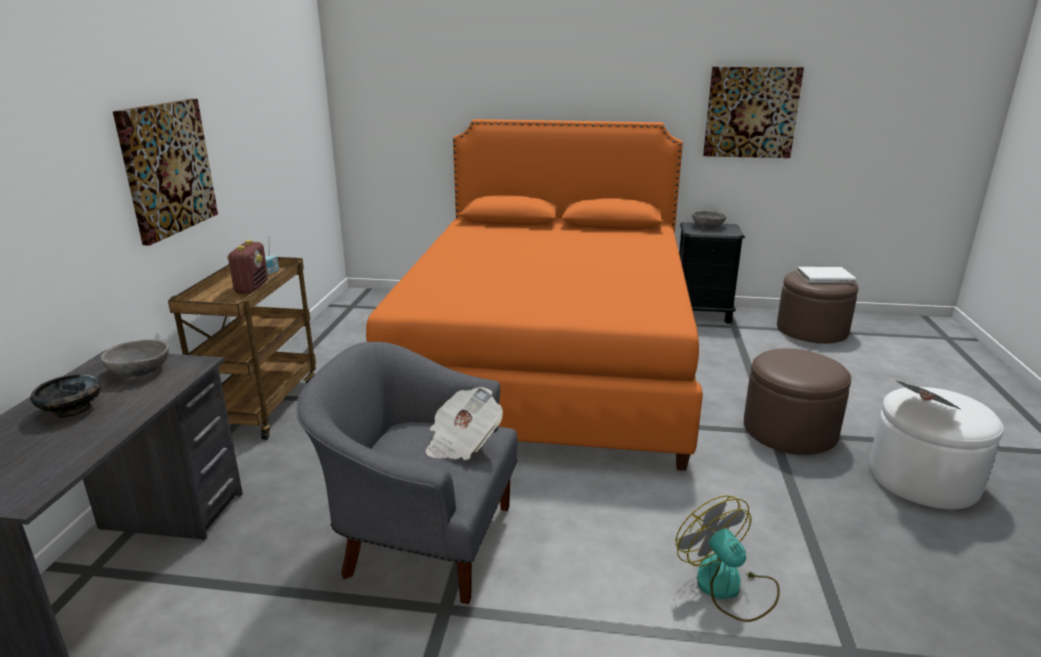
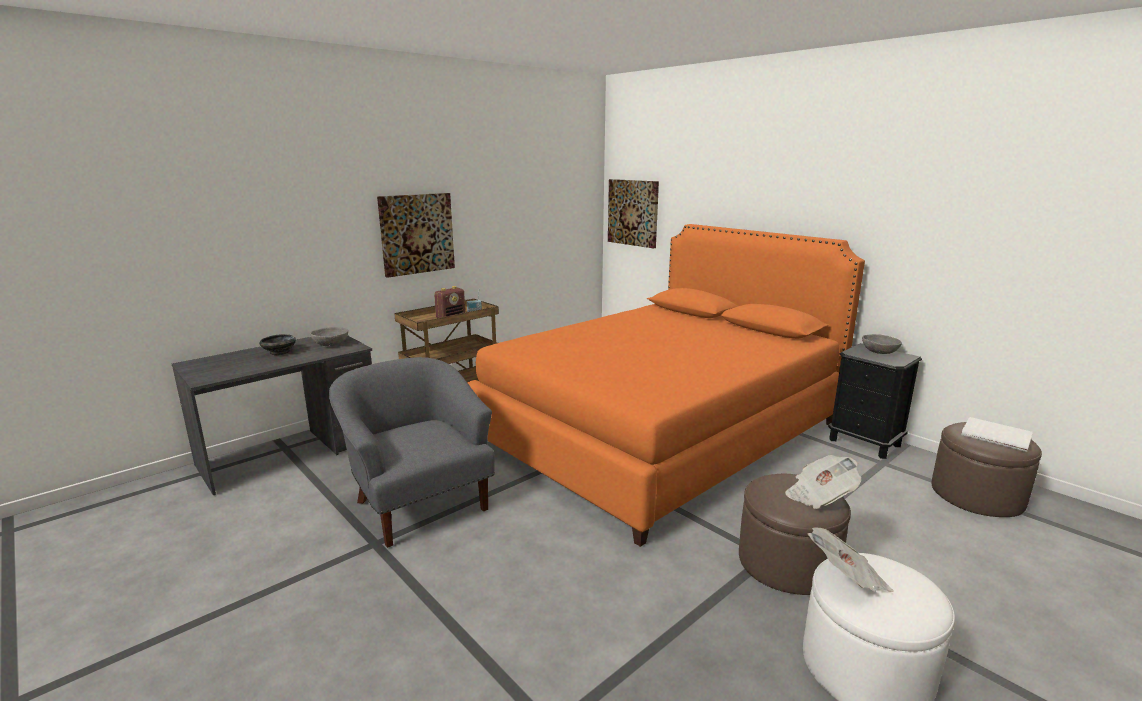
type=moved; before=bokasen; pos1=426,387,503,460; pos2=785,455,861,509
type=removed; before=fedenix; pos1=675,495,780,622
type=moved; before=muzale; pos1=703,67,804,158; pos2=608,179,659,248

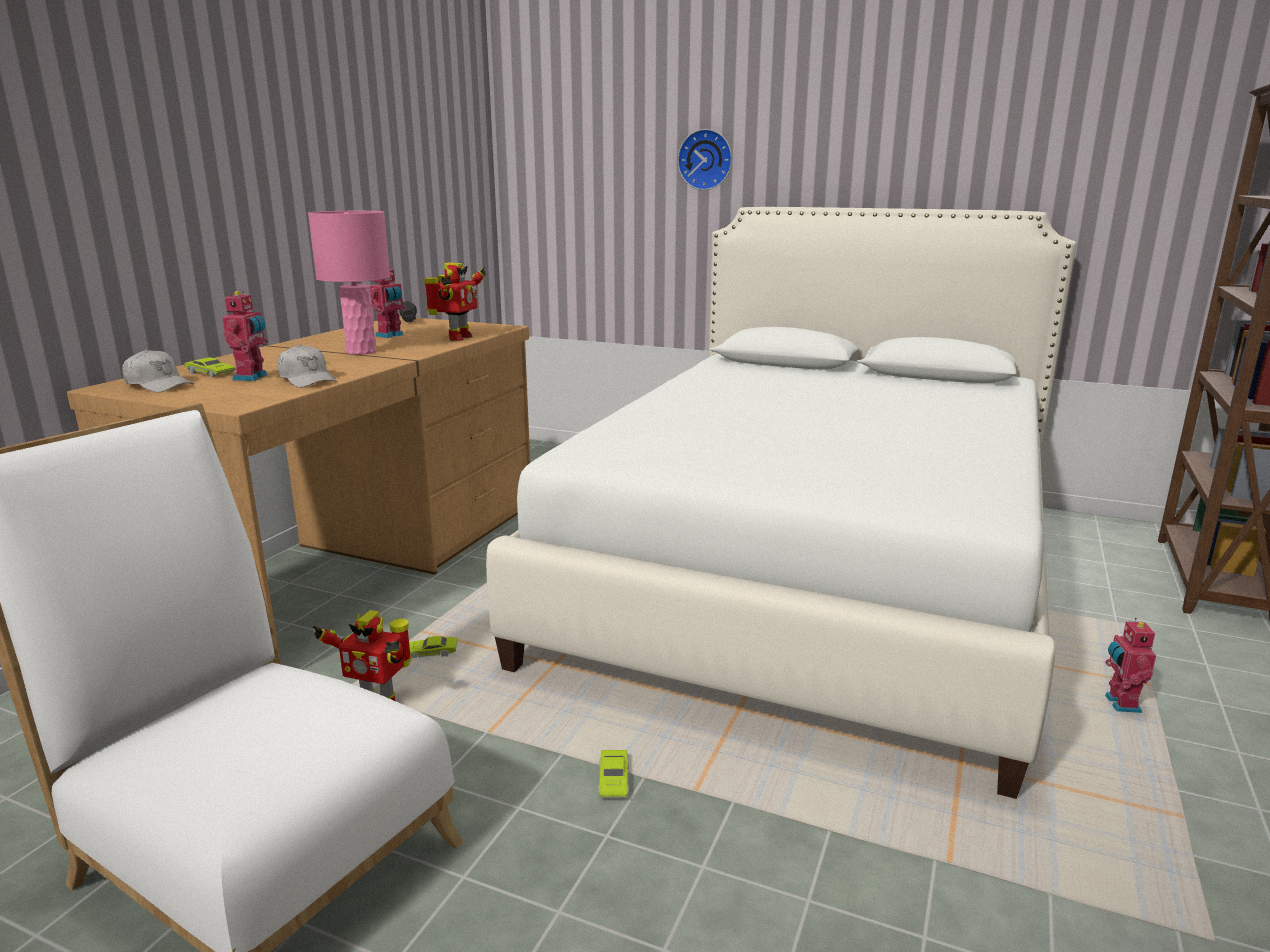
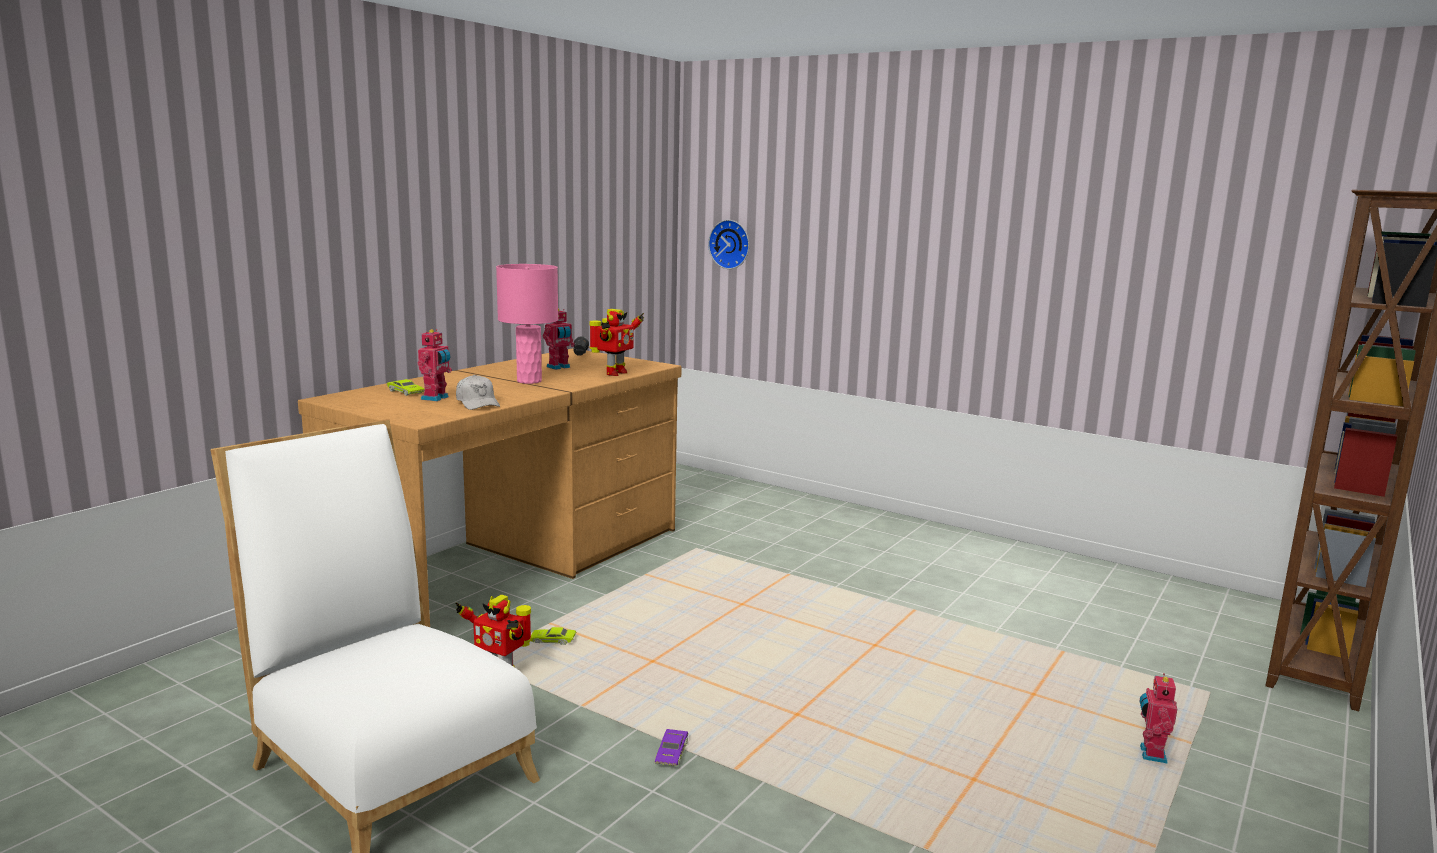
type=removed; before=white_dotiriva; pos1=122,349,194,393
type=removed; before=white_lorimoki; pos1=486,207,1077,799
type=recoloured; before=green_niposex; after=purple_niposex; pos1=598,750,629,798; pos2=654,729,688,766
type=moved; before=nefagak; pos1=677,129,732,190; pos2=708,220,749,269

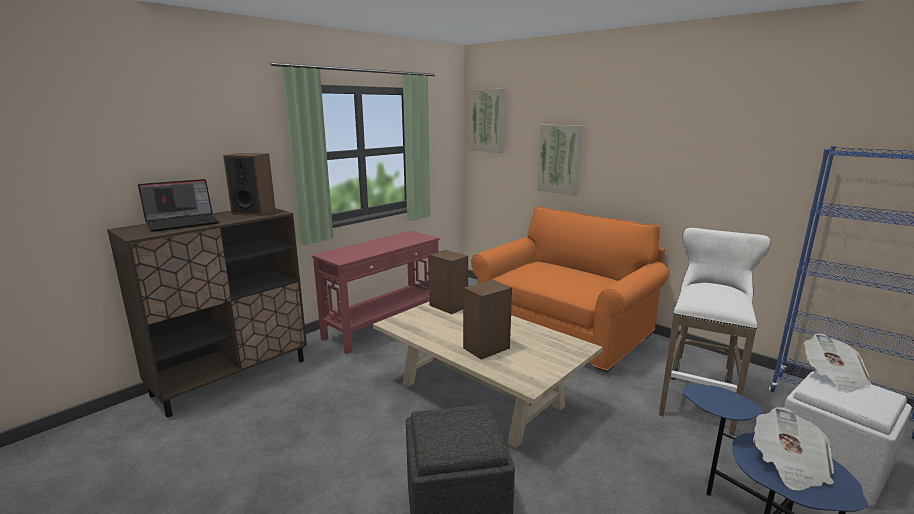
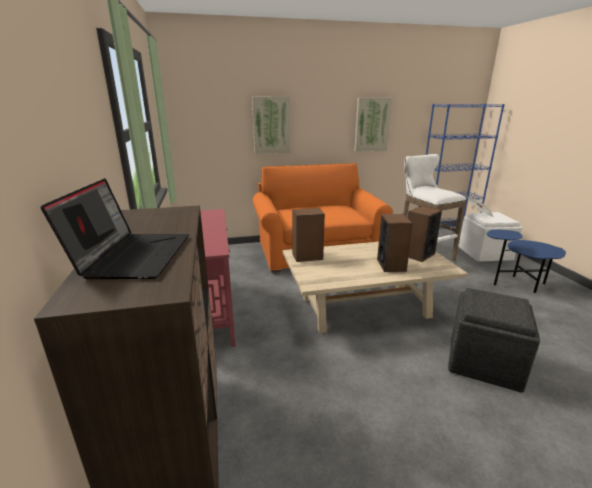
type=moved; before=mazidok; pos1=223,153,276,216; pos2=408,206,442,262
type=moved; before=muzale; pos1=470,89,506,153; pos2=355,98,392,152
type=removed; before=bokasen; pos1=753,407,834,490

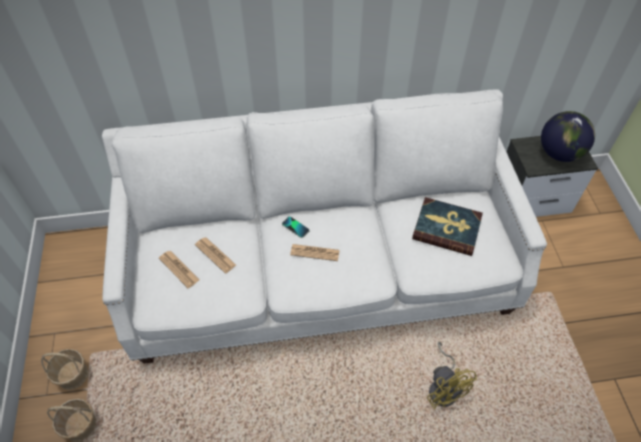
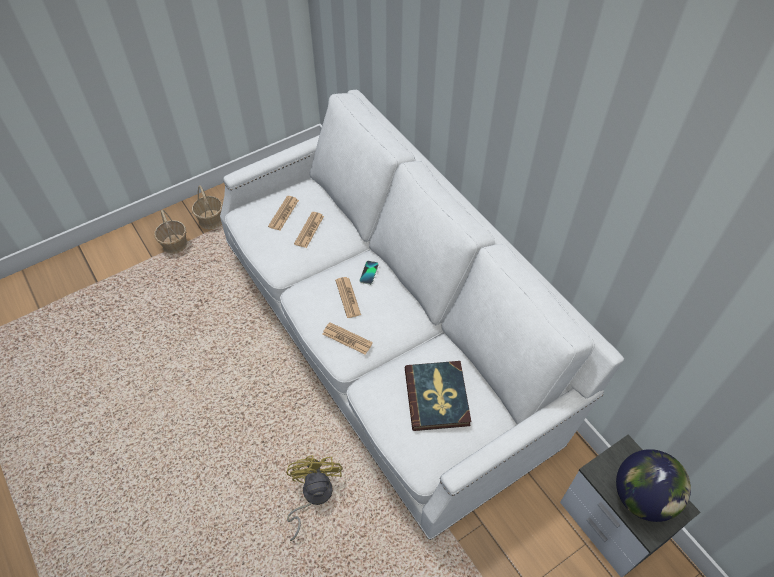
type=turned; before=yellow_fedenix; pos1=427,342,477,409; pos2=286,455,343,541; turn=135
type=added; after=bokasen; pos2=323,322,373,355

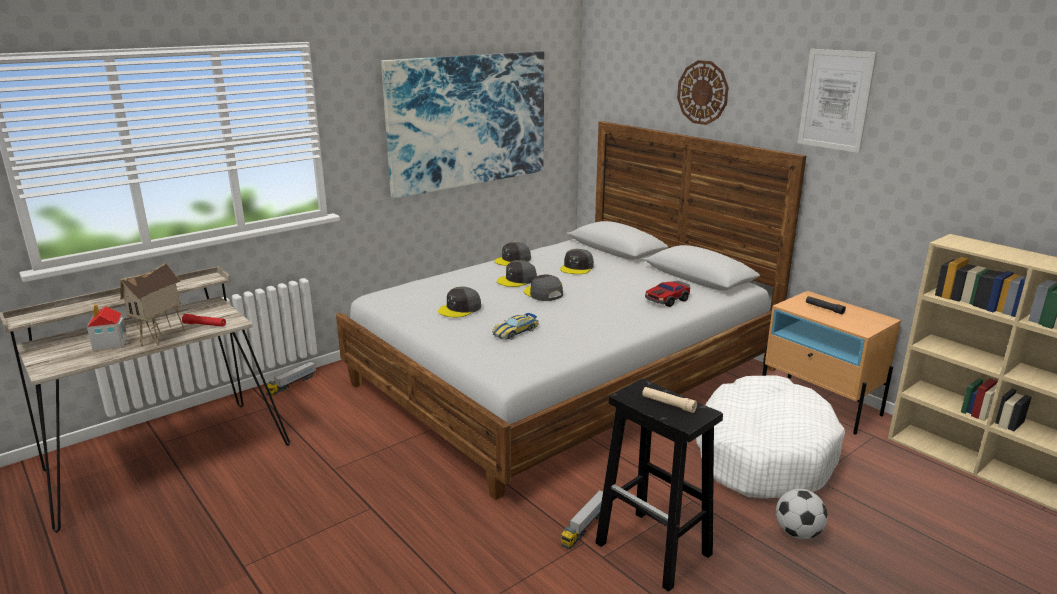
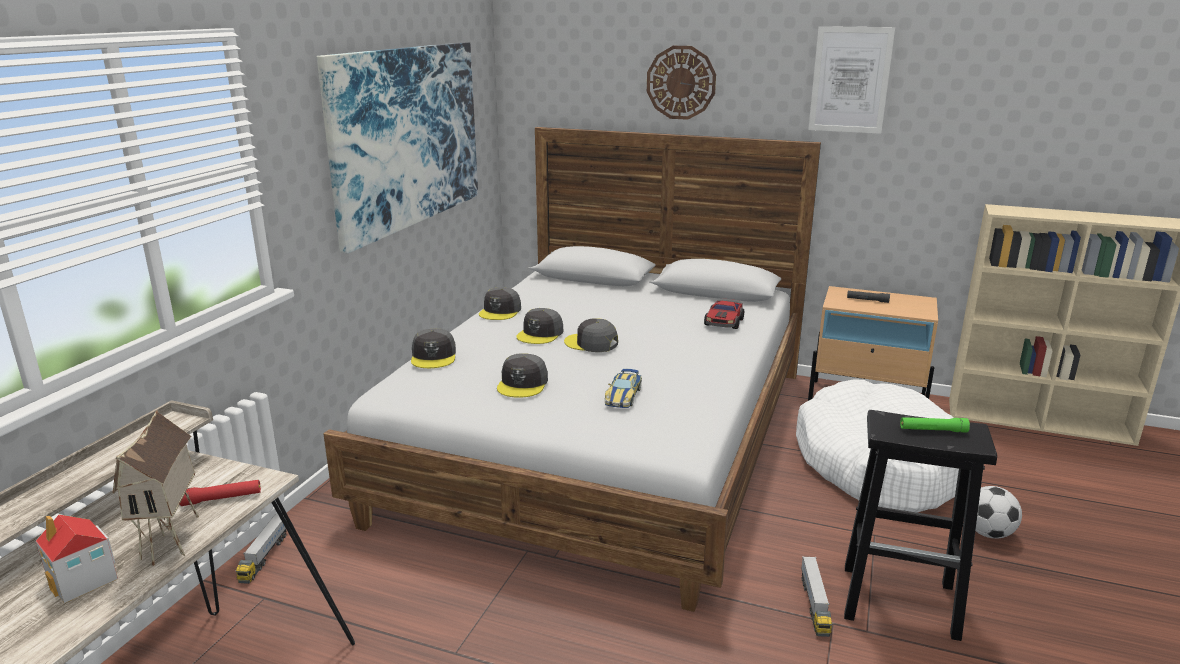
type=moved; before=grey_dotiriva; pos1=560,249,594,274; pos2=411,329,456,368
type=recoloured; before=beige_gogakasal; after=green_gogakasal; pos1=642,387,697,413; pos2=900,417,970,433

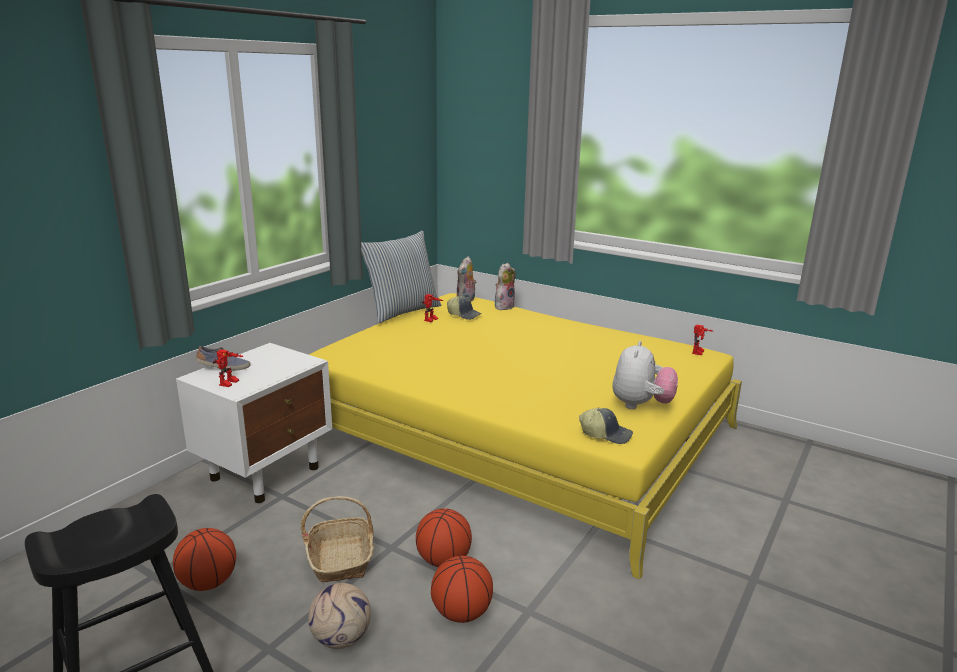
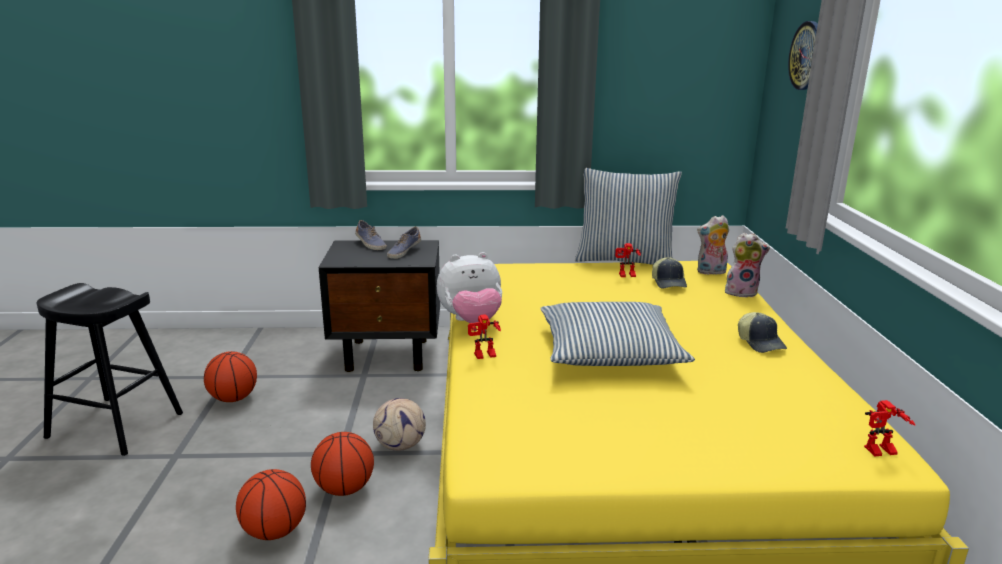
type=recoloured; before=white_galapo; after=black_galapo; pos1=176,343,332,503; pos2=319,240,440,372
type=moved; before=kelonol; pos1=213,350,244,387; pos2=468,314,501,359
type=removed; before=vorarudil; pos1=301,496,374,583
type=moved; before=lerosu; pos1=308,583,371,649; pos2=373,398,426,451
type=moved; before=dotiriva; pos1=579,408,633,444; pos2=738,312,787,353
type=moved; before=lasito; pos1=612,341,678,409; pos2=437,252,502,323
type=added; after=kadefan; pos2=387,227,421,259
type=added; after=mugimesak; pos2=541,302,695,366
type=added; after=nefagak; pos2=788,21,818,90

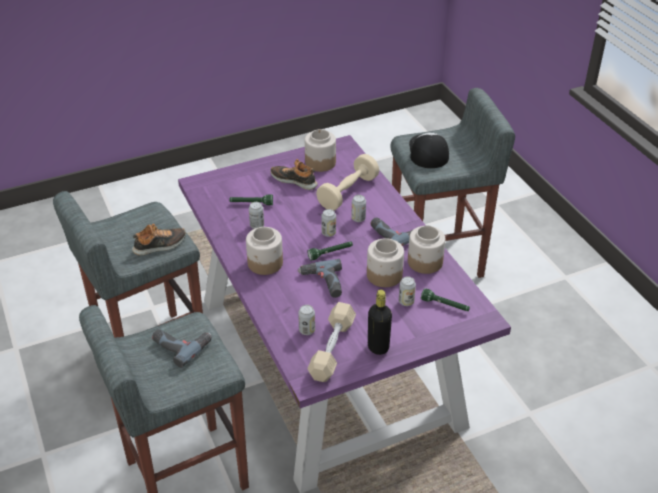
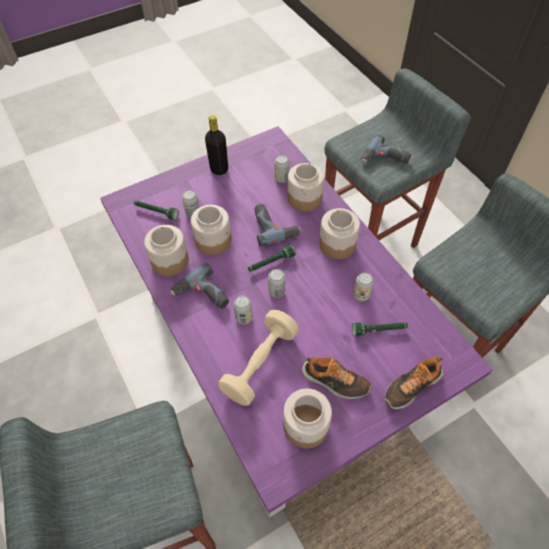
type=moved; before=kadefan; pos1=132,224,186,256; pos2=385,357,443,409
type=removed; before=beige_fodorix; pos1=307,302,356,382
type=removed; before=dotiriva; pos1=409,133,449,168
type=added; after=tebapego; pos2=288,163,324,212

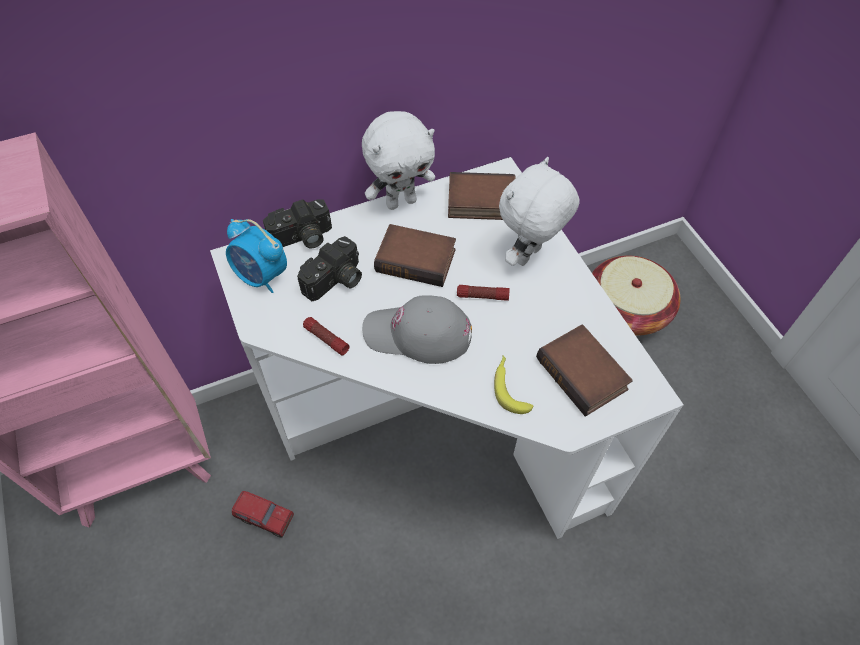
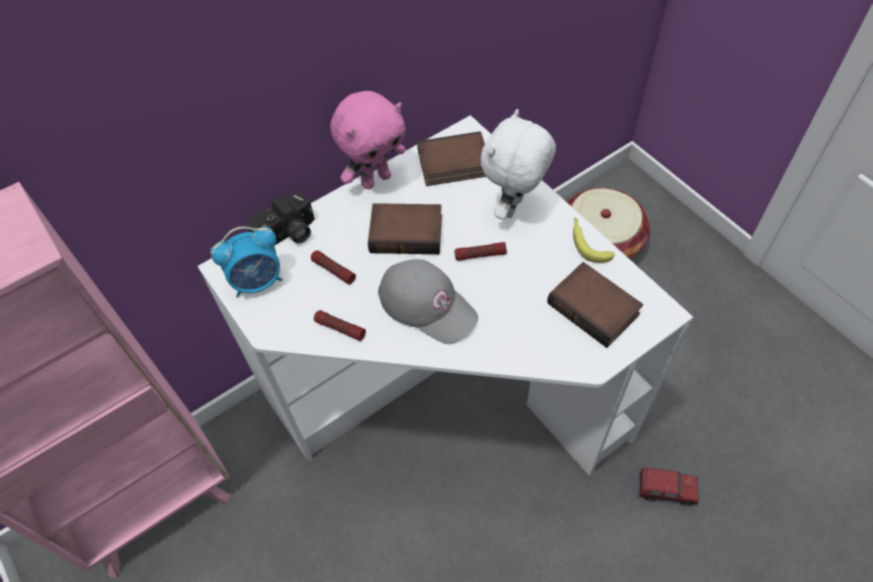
type=turned; before=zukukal; pos1=226,219,287,293; pos2=210,227,283,298; turn=-45
type=moved; before=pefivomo; pos1=232,491,294,538; pos2=639,468,699,506
type=replaced; before=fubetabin; after=gogakasal; pos1=297,236,362,301; pos2=311,250,356,285
type=recoloured; before=white_lasito; after=pink_lasito; pos1=362,111,435,210; pos2=330,91,406,189
type=turned; before=grey_dotiriva; pos1=362,295,472,364; pos2=378,259,478,344; turn=-135
type=moved; before=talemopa; pos1=494,355,533,414; pos2=573,217,615,263

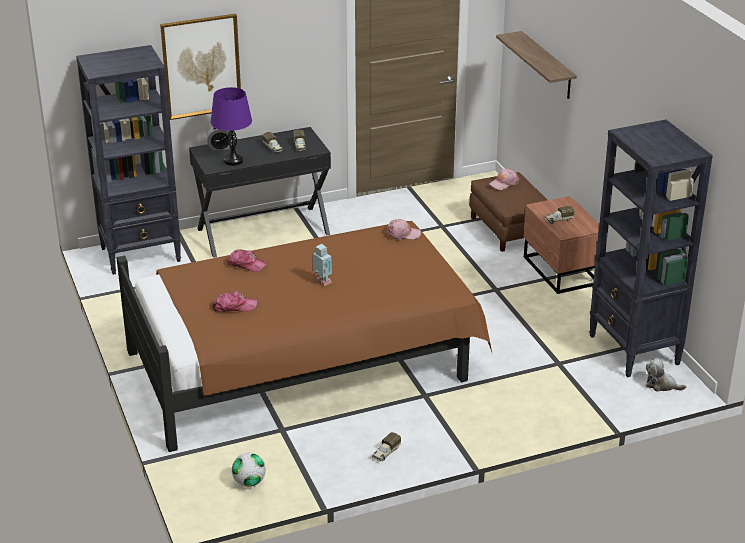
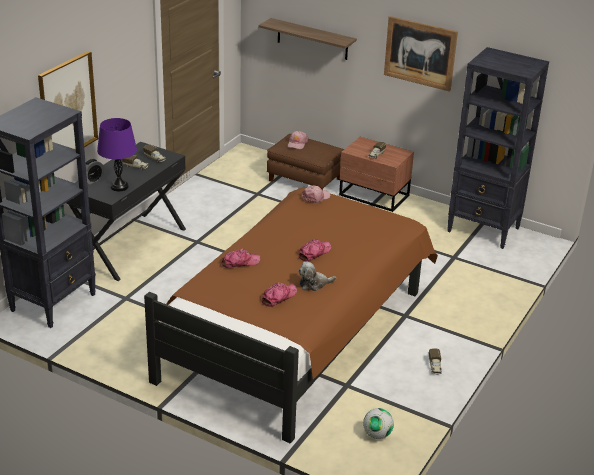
type=replaced; before=kelonol; after=dotiriva; pos1=313,244,332,286; pos2=298,239,331,261
type=moved; before=lasito; pos1=646,358,687,392; pos2=298,261,337,291
type=added; after=muzale; pos2=384,16,458,92

